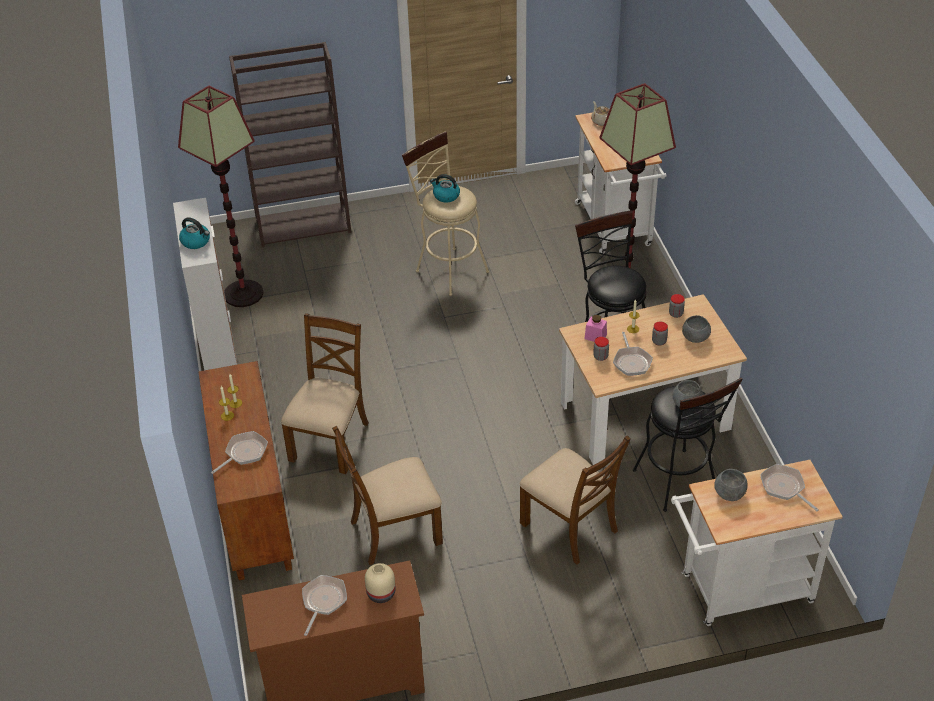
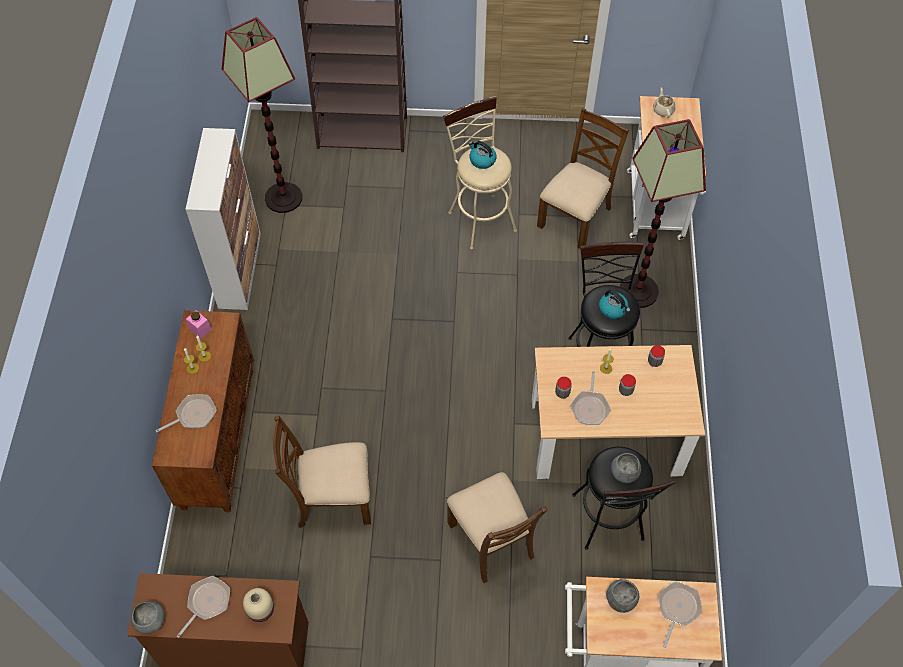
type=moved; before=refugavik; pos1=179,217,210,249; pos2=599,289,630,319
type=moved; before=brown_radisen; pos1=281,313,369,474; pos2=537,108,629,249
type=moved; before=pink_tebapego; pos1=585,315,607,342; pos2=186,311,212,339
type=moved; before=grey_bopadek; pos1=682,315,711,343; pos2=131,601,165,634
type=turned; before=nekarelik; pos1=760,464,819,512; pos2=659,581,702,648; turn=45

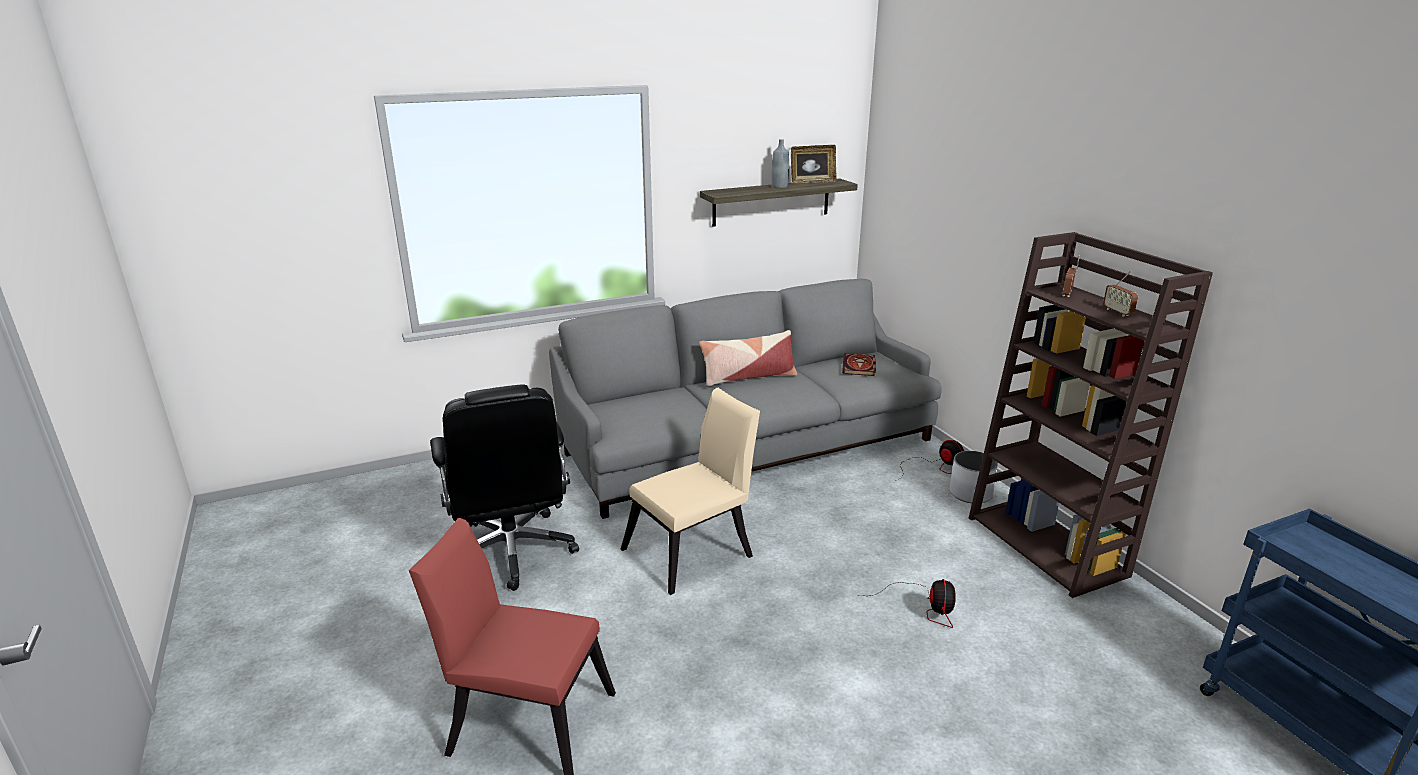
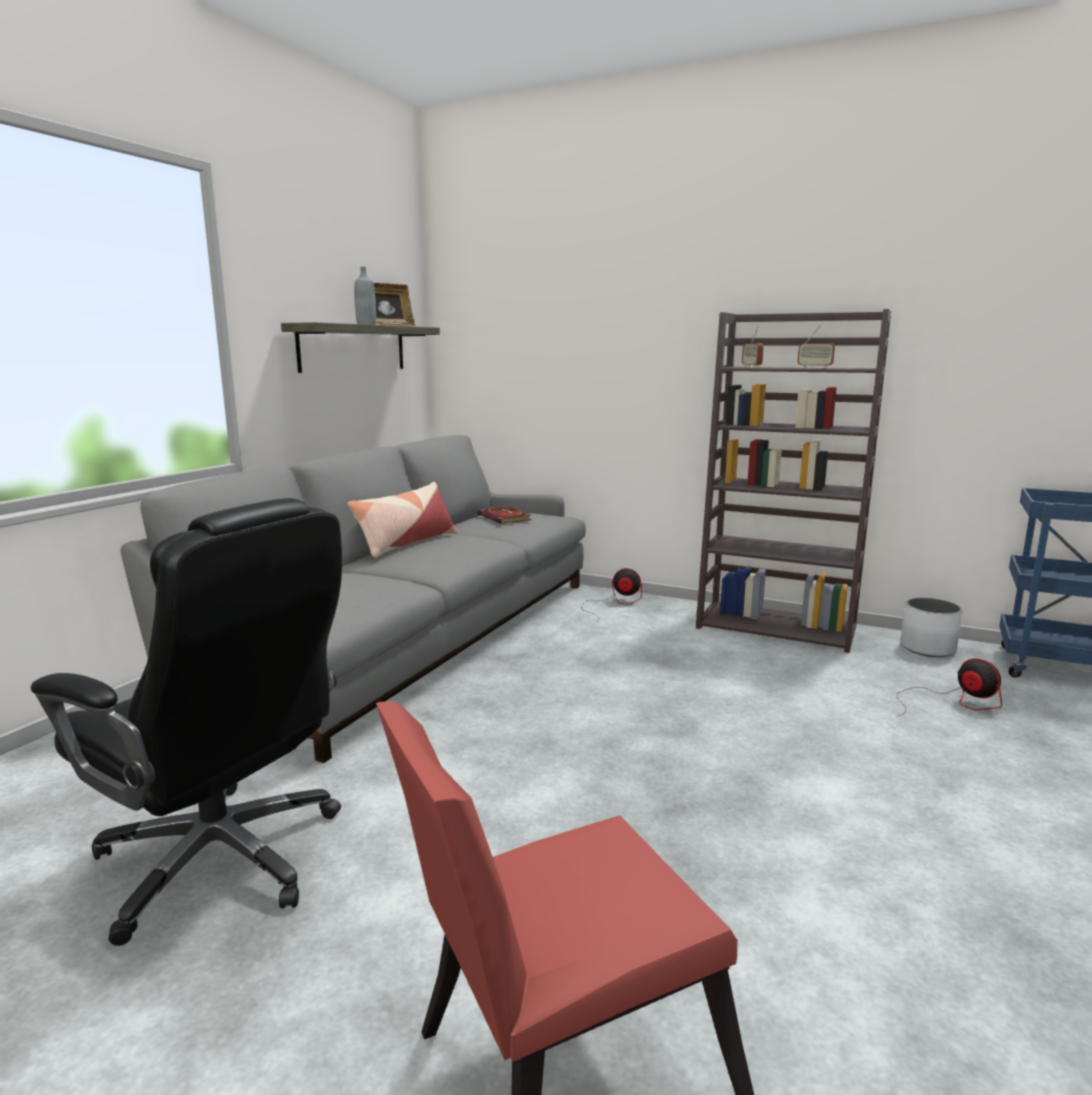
type=removed; before=beige_radisen; pos1=621,388,760,595
type=moved; before=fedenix; pos1=859,579,956,628; pos2=897,658,1002,717
type=moved; before=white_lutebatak; pos1=949,451,998,503; pos2=900,597,962,657

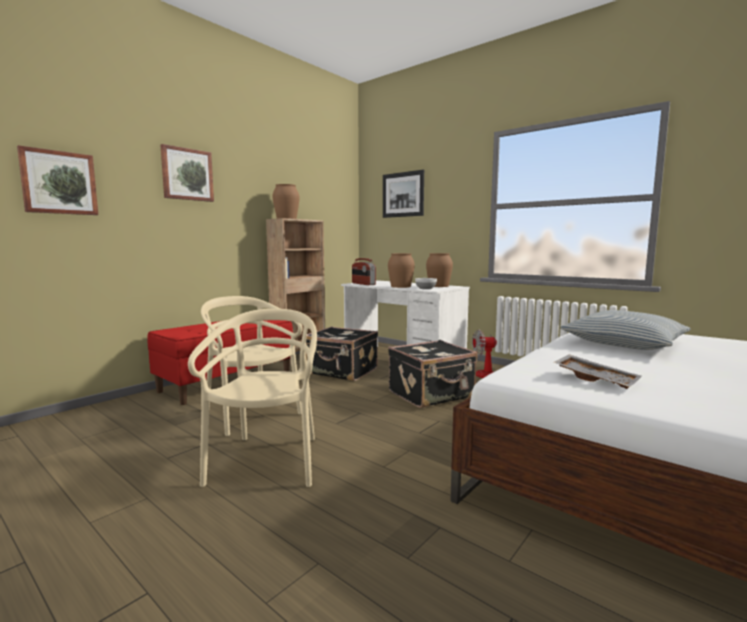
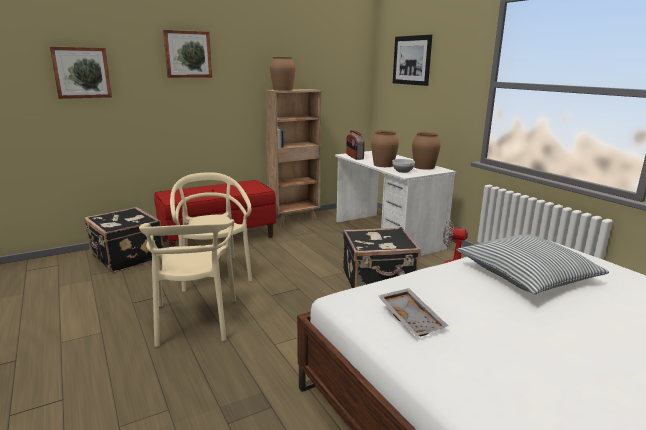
type=turned; before=beige_radisen; pos1=188,309,317,487; pos2=139,219,236,347; turn=150
type=moved; before=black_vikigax; pos1=306,326,378,381; pos2=84,207,164,273

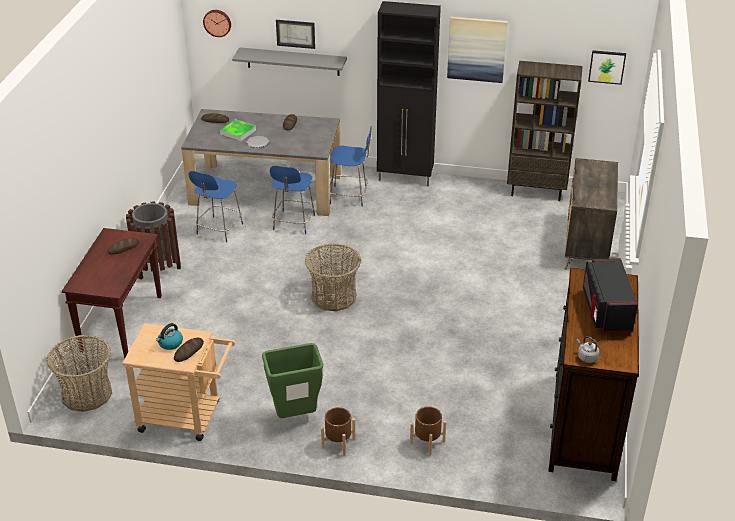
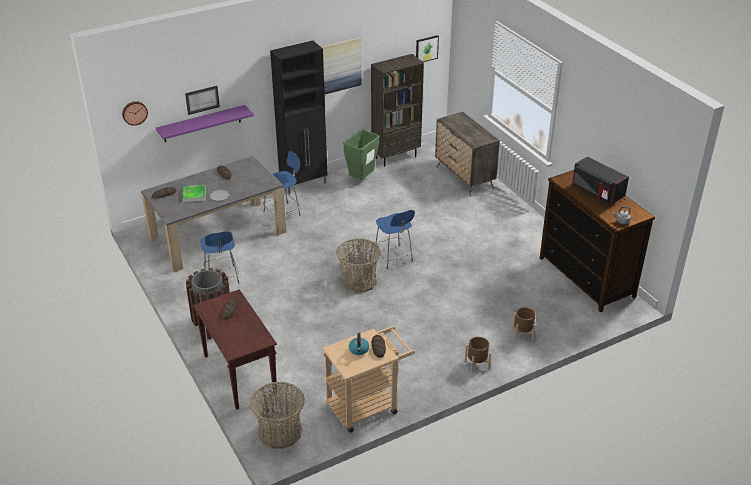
type=recoloured; before=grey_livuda; after=purple_livuda; pos1=232,47,347,76; pos2=156,105,254,142
type=moved; before=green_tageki; pos1=262,343,323,418; pos2=343,129,380,180
type=moved; before=blue_radisen; pos1=270,166,315,234; pos2=374,210,415,269

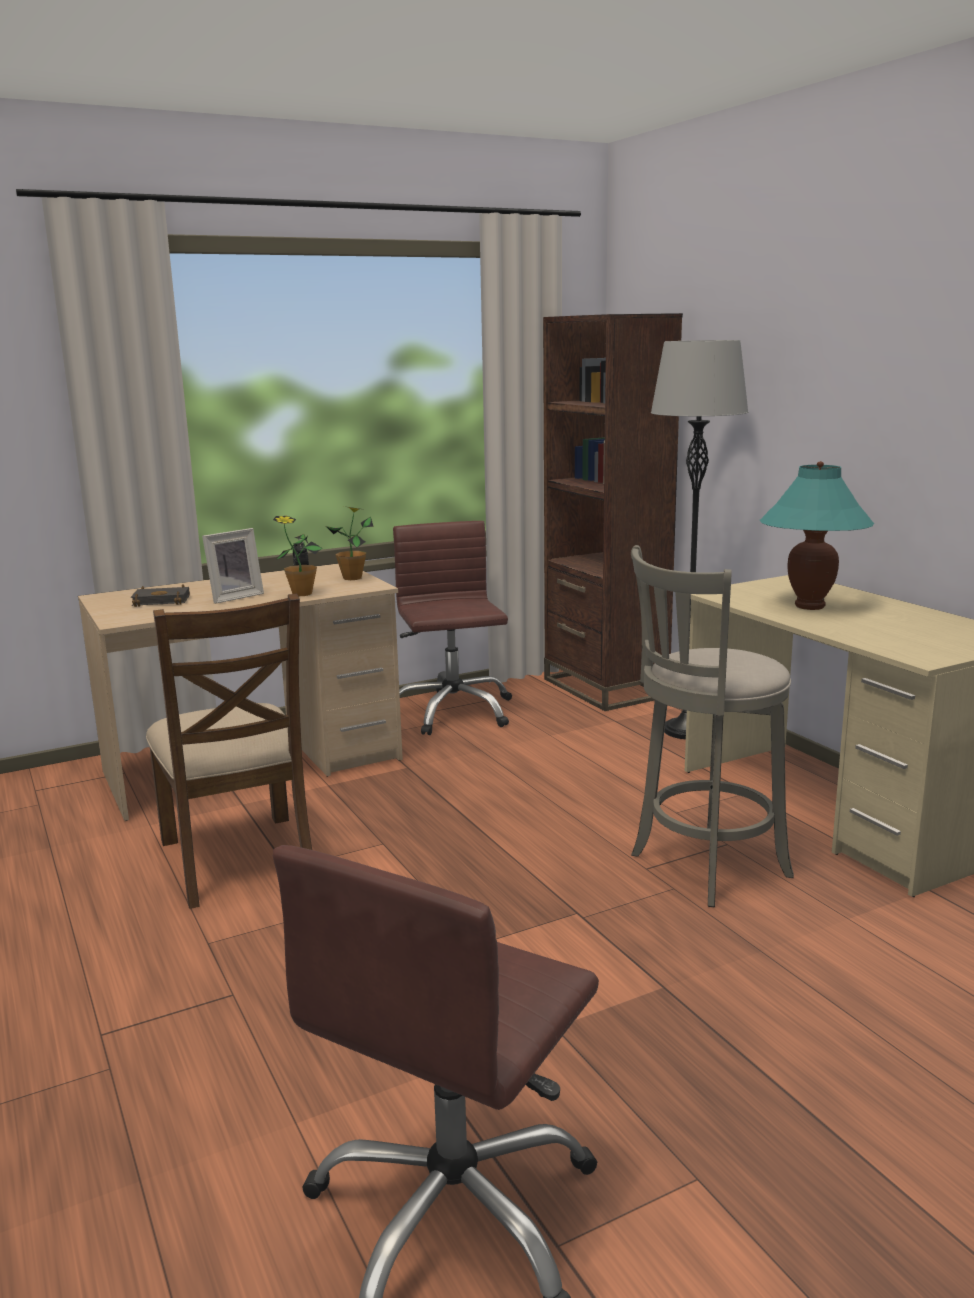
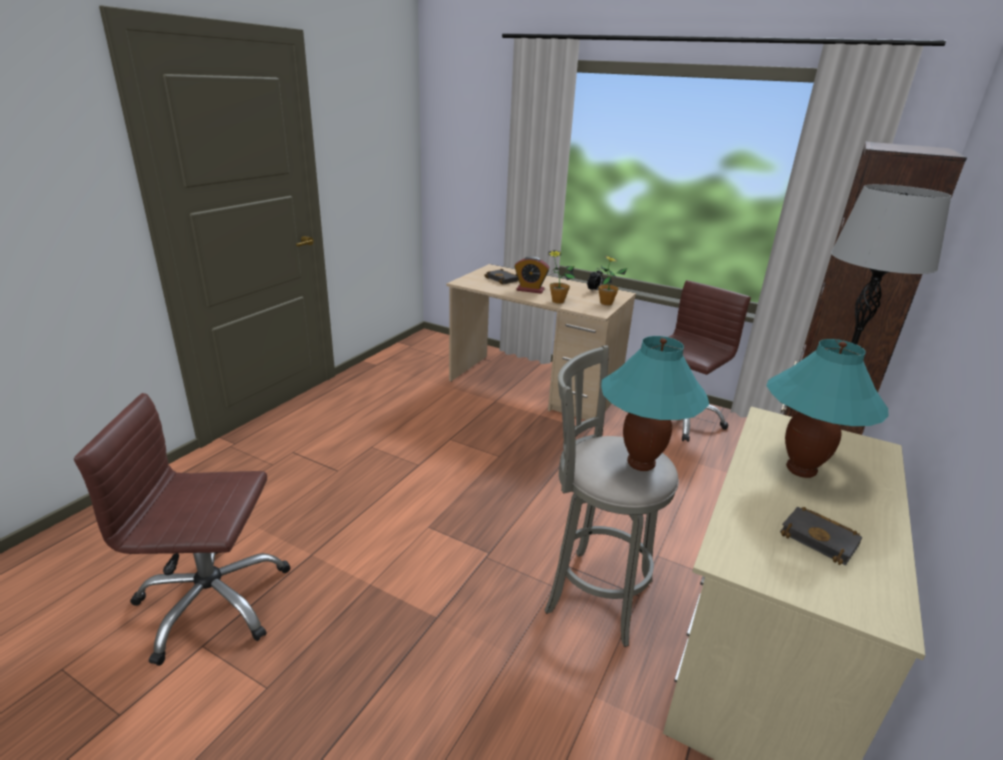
type=removed; before=brown_radisen; pos1=146,594,312,909
type=replaced; before=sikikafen; after=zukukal; pos1=202,528,264,604; pos2=514,256,550,294
type=added; after=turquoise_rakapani; pos2=601,336,709,471
type=added; after=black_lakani; pos2=780,507,862,565

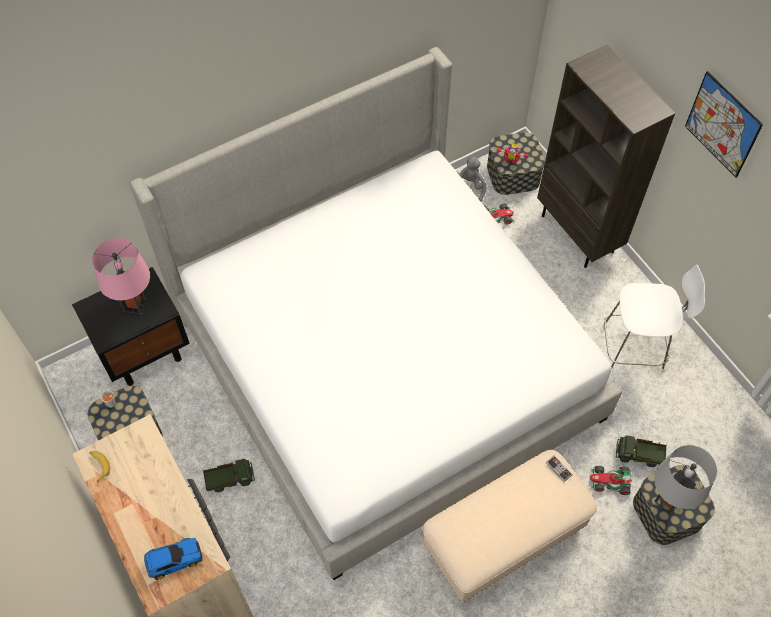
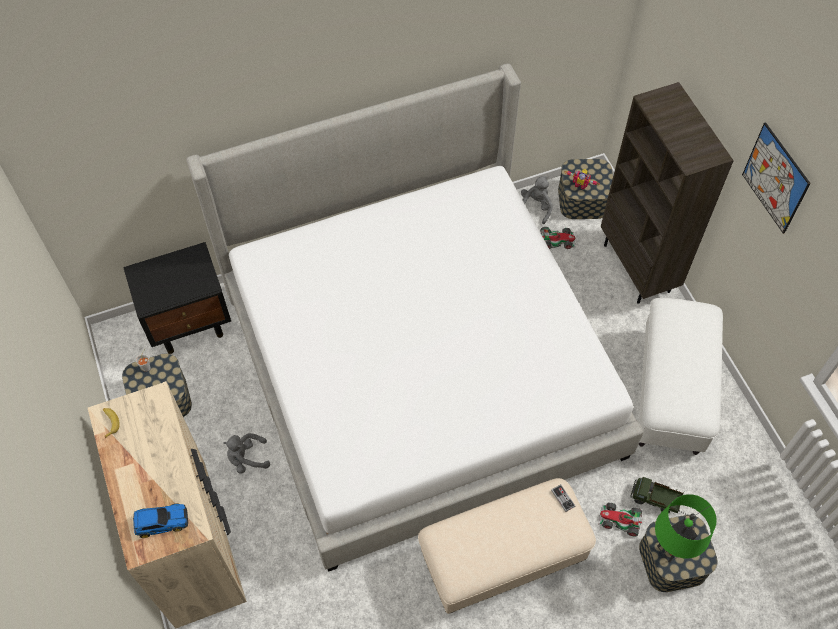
type=removed; before=pink_rakapani; pos1=92,238,150,315
type=replaced; before=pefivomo; after=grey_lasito; pos1=202,458,255,492; pos2=223,433,270,473
type=replaced; before=white_radisen; after=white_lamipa; pos1=602,265,705,373; pos2=639,298,723,455
type=recoloured; before=grey_rakapani; after=green_rakapani; pos1=654,445,717,515; pos2=655,494,717,563

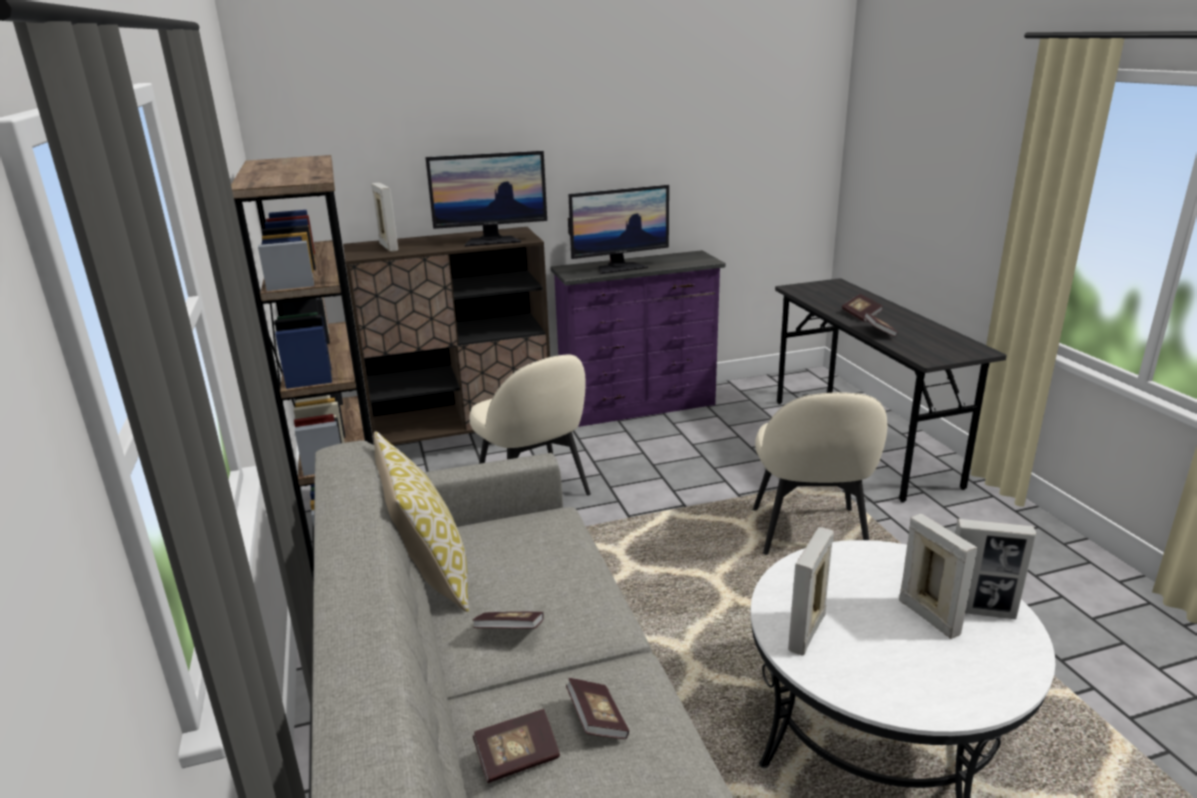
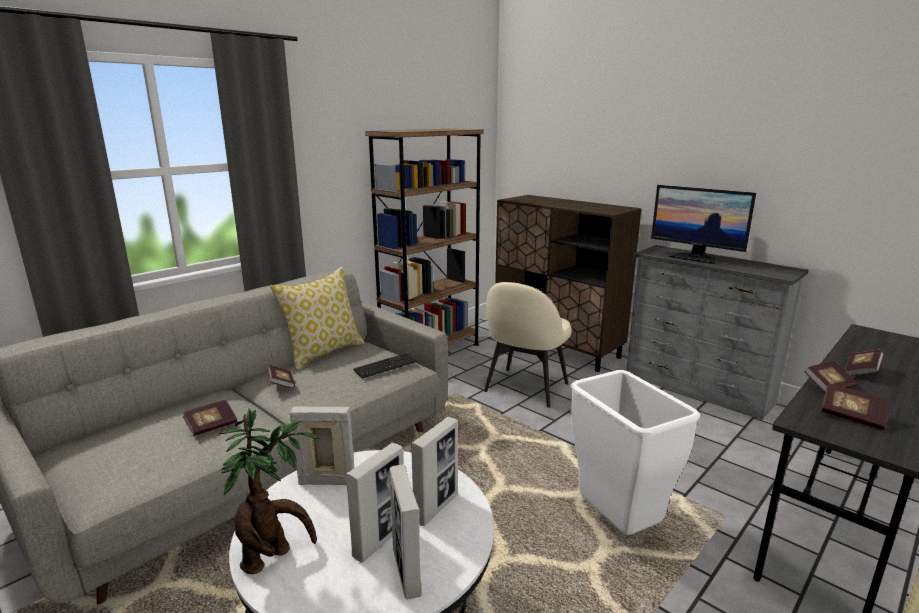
type=moved; before=sikikafen; pos1=371,183,398,252; pos2=411,417,458,526
type=removed; before=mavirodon; pos1=425,151,547,246
type=moved; before=lakani; pos1=473,709,560,783; pos2=821,384,889,430
type=recoloured; before=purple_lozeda; after=grey_lozeda; pos1=550,250,725,427; pos2=626,245,808,420
type=replaced; before=beige_radisen; after=white_tageki; pos1=753,392,887,555; pos2=570,370,701,535
type=added; after=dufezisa; pos2=219,408,319,574
type=added; after=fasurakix; pos2=353,353,417,379

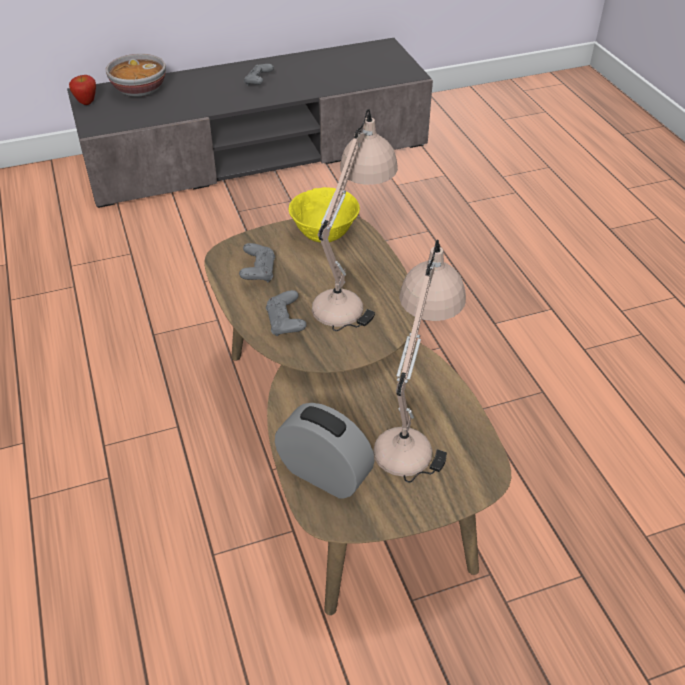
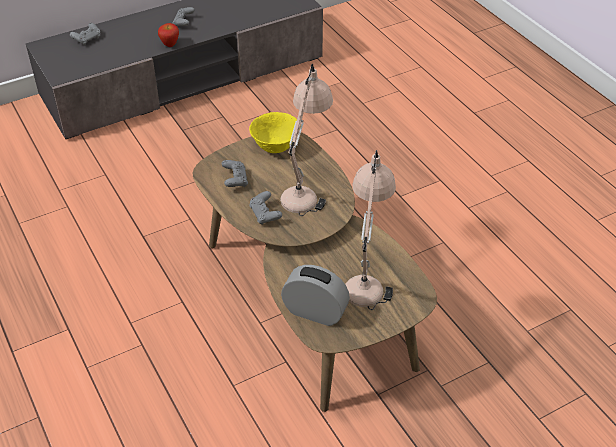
type=moved; before=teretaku; pos1=69,75,96,105; pos2=158,23,179,47
type=replaced; before=bopadek; after=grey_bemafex; pos1=106,53,166,97; pos2=70,23,101,45

